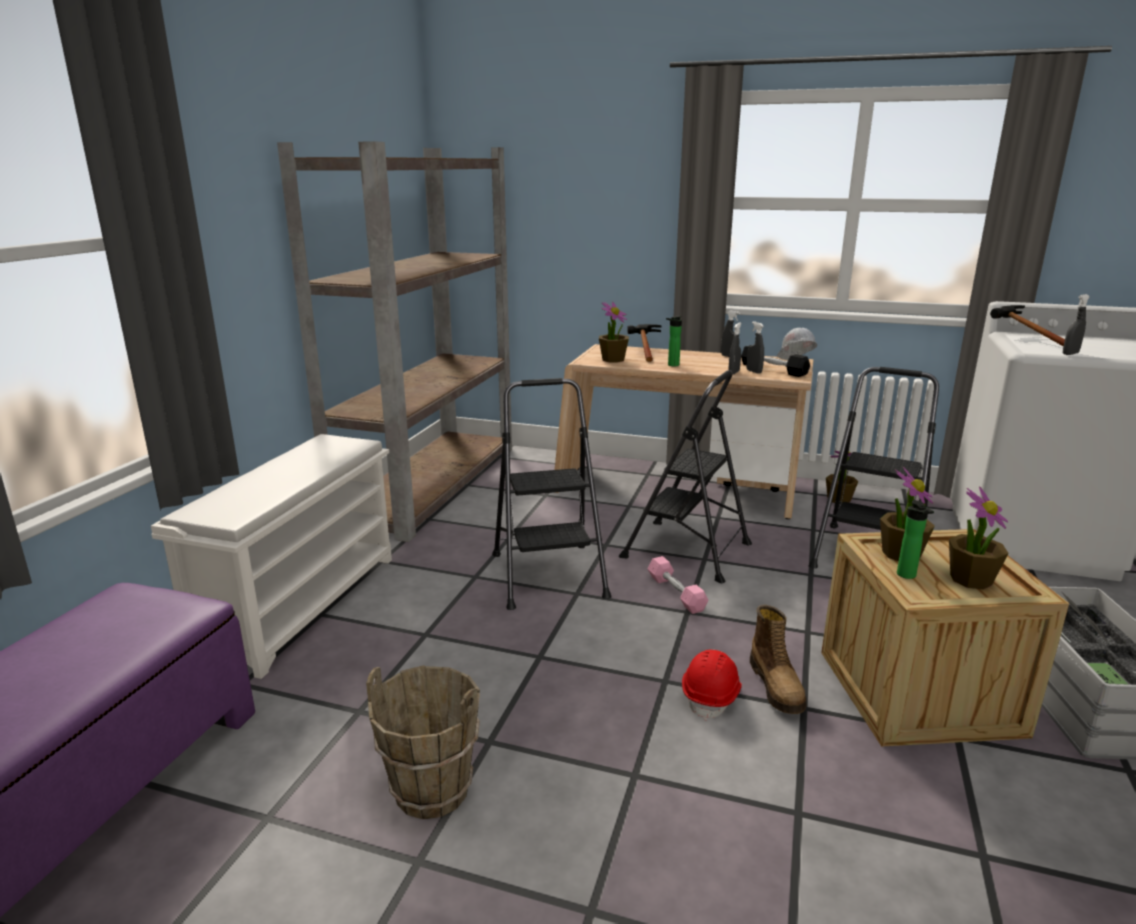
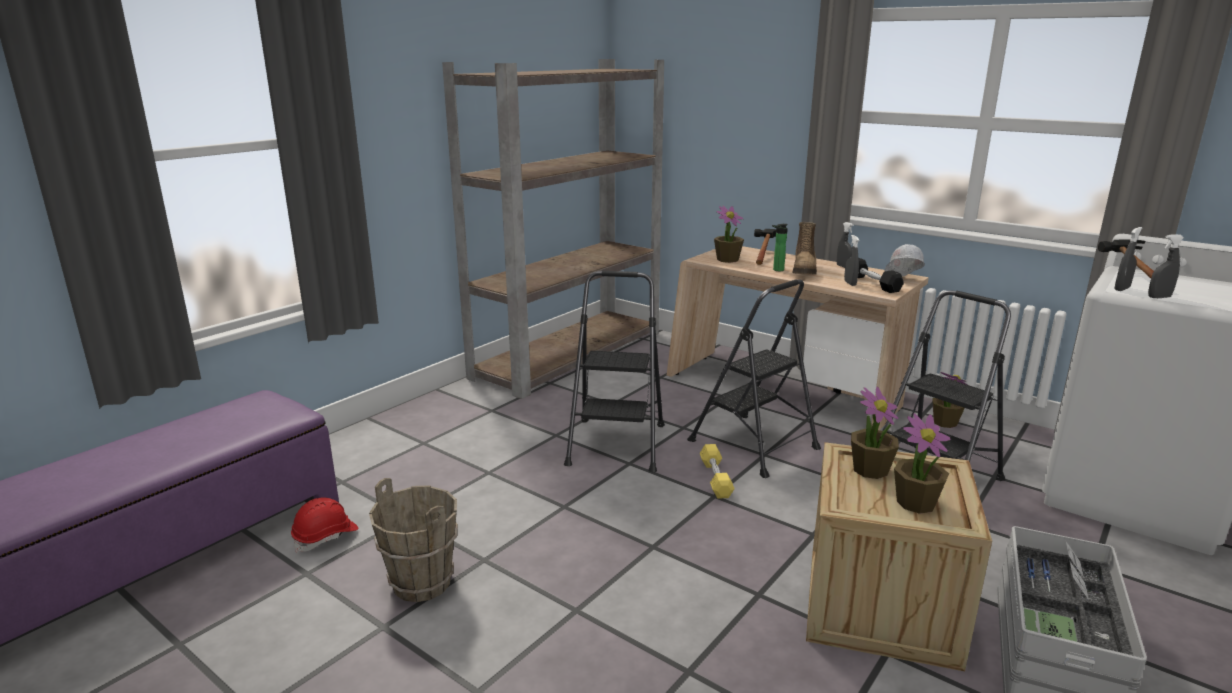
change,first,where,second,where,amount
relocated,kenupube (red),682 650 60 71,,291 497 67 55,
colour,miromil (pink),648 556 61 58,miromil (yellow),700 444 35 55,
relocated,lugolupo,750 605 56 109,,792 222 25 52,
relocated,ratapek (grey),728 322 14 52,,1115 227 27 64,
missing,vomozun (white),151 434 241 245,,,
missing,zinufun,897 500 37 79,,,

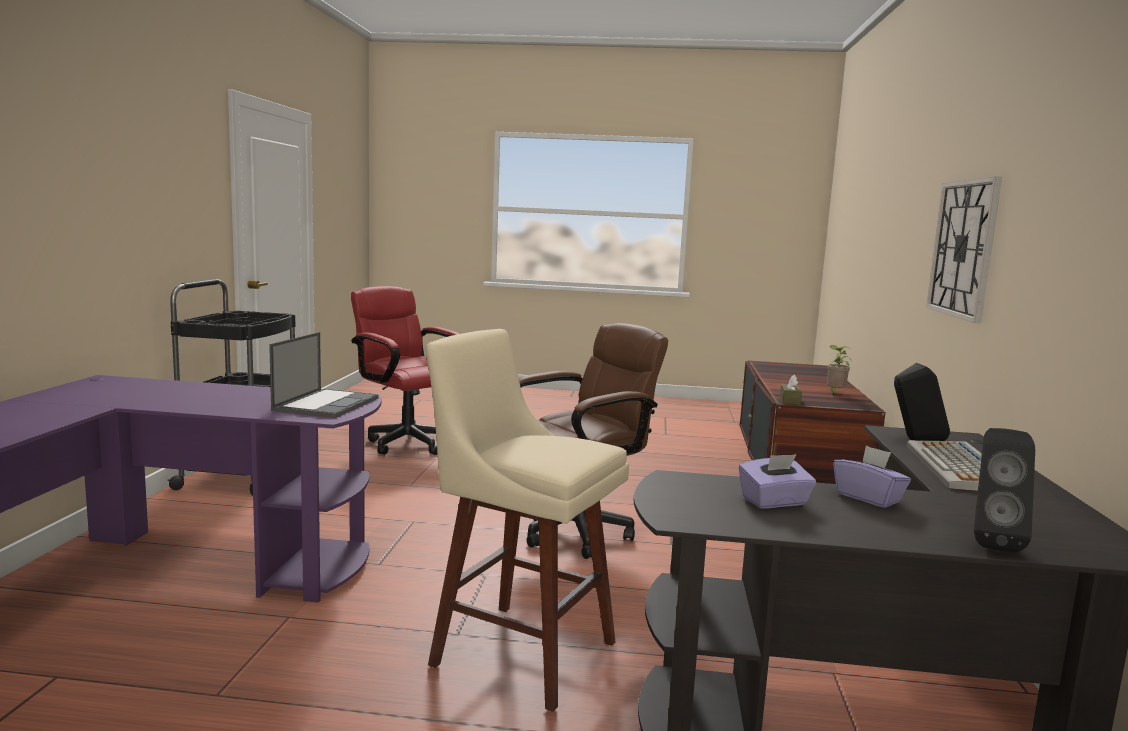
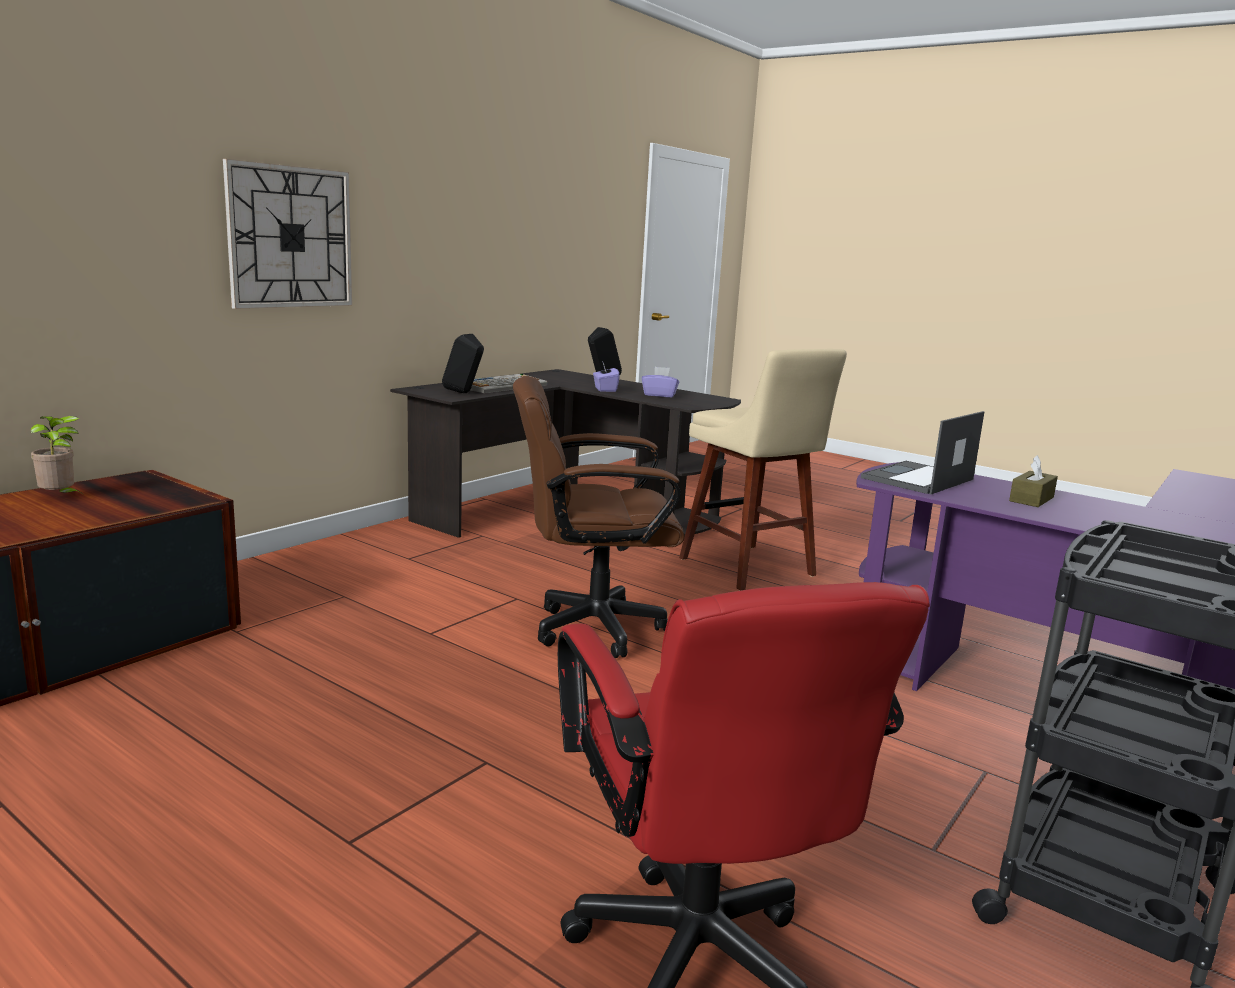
change,first,where,second,where,amount
relocated,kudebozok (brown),780 375 22 30,,1009 455 49 52,

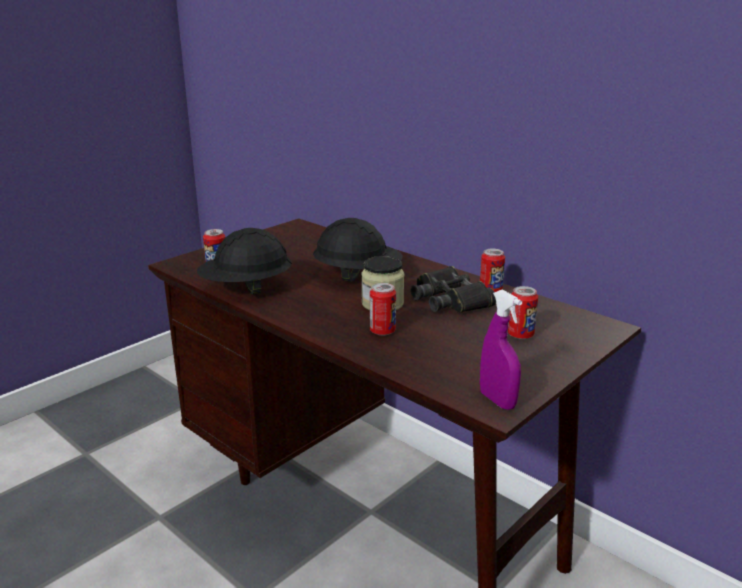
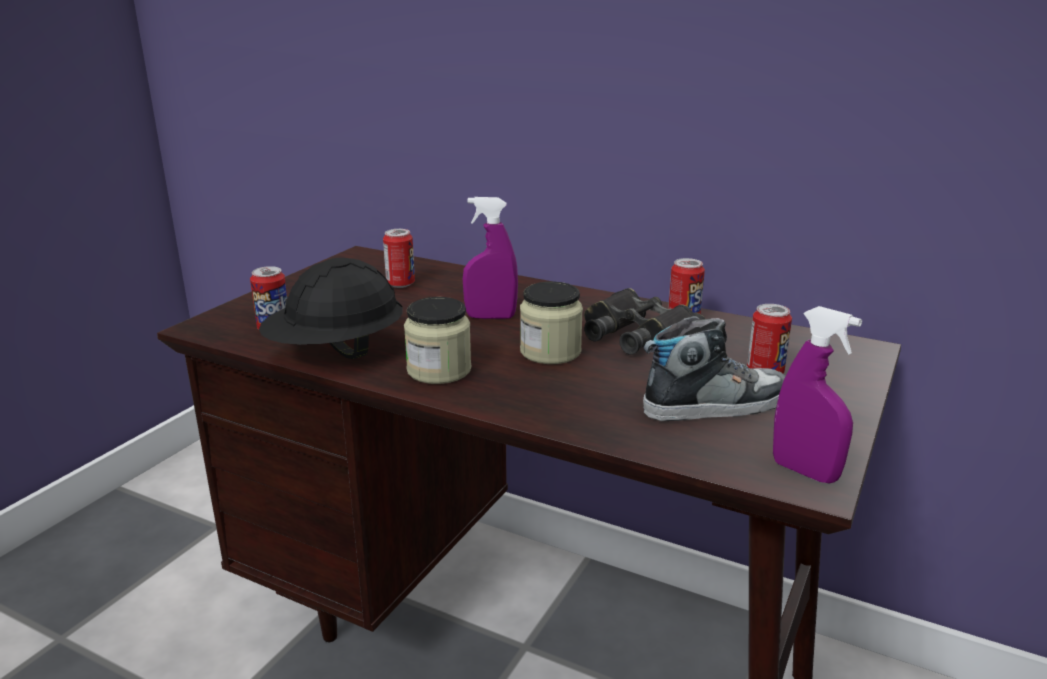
change,first,where,second,where,amount
relocated,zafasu,370 283 26 53,,383 229 32 59,
appeared,,,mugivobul,404 297 67 87,
exchanged,kenupube (black),313 218 90 64,ratapek (purple),463 197 55 122,
appeared,,,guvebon,643 316 142 105,

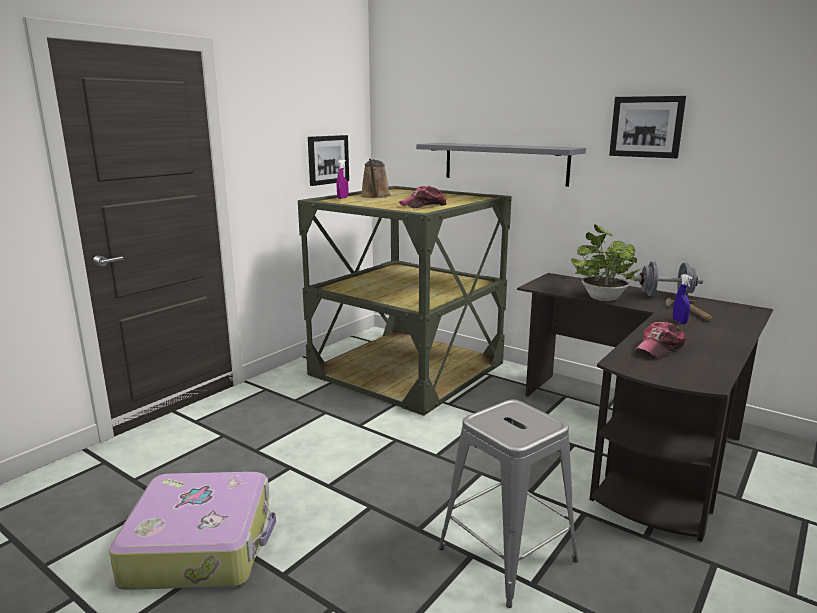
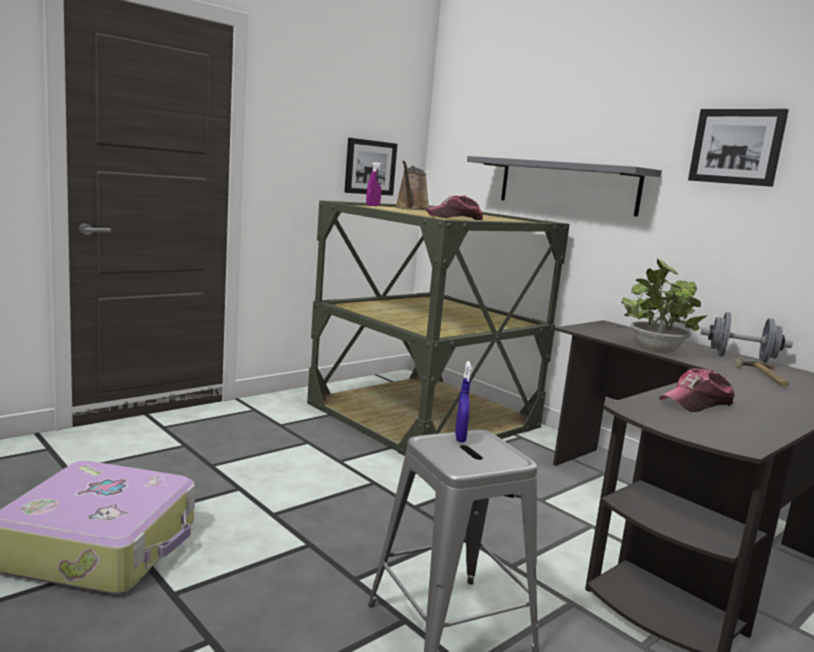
change,first,where,second,where,amount
relocated,ratapek (blue),673 274 19 50,,455 361 17 81,

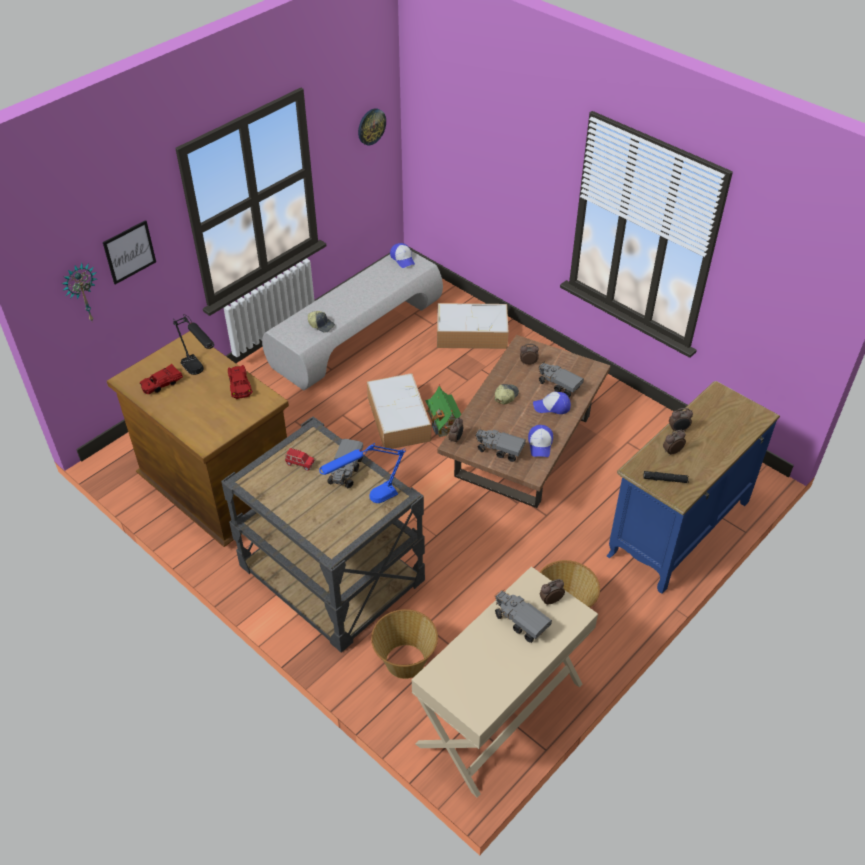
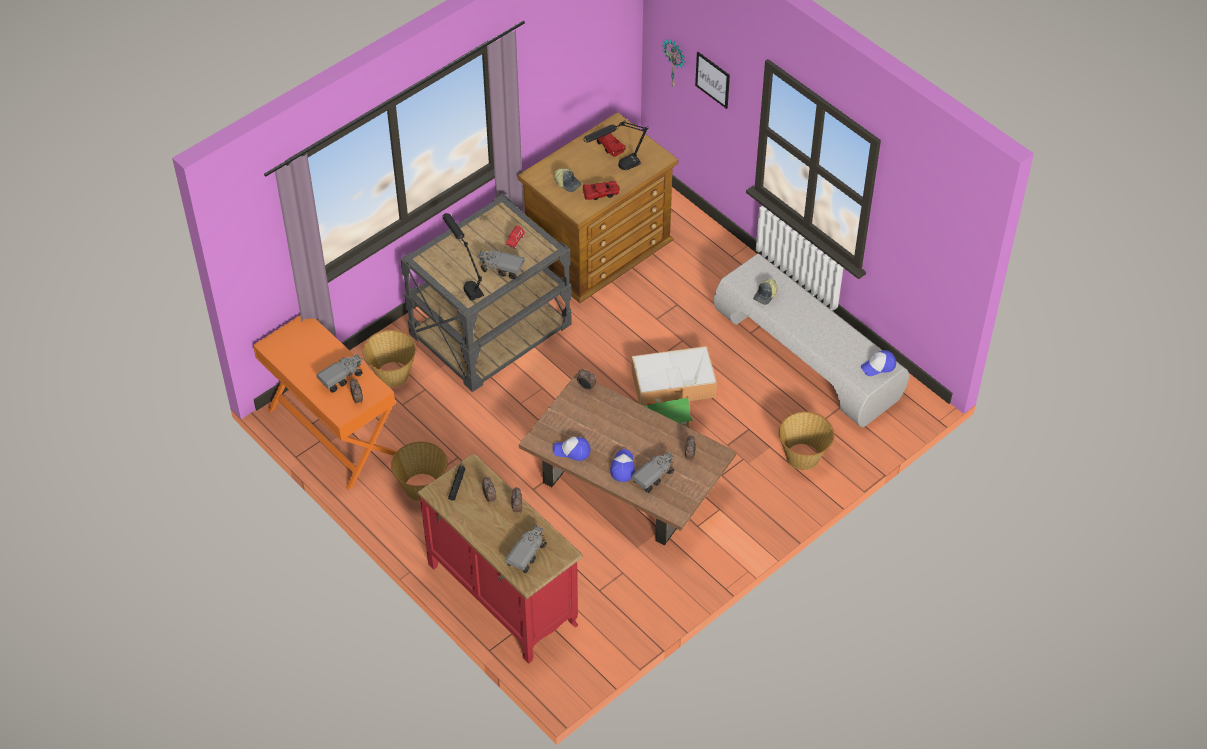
change,first,where,second,where,amount
colour,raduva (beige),412 567 186 231,raduva (orange),253 315 144 175,
colour,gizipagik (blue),607 381 173 213,gizipagik (red),417 454 165 210,
colour,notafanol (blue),319 443 87 60,notafanol (black),442 213 42 88,
relocated,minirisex,475 428 51 34,,505 525 42 48,
relocated,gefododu,495 384 24 21,,554 168 28 24,
exchanged,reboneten,437 303 71 46,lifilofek,779 411 56 59,
missing,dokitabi,358 108 28 37,,,

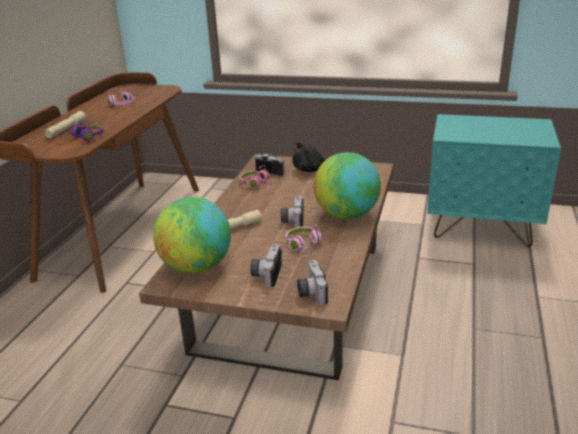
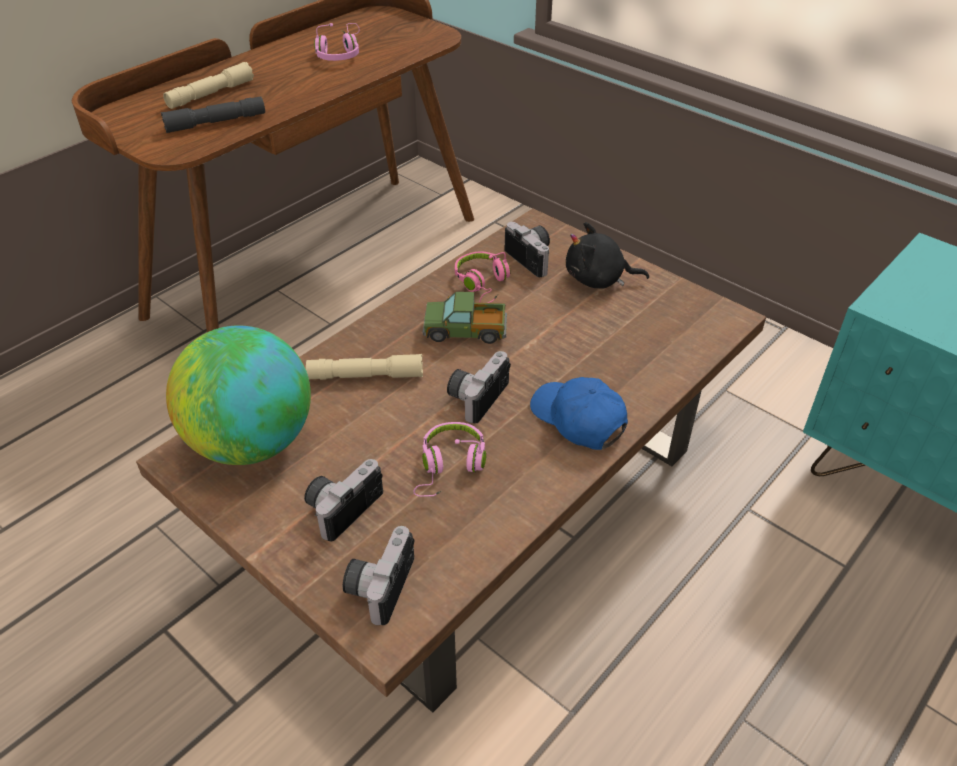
change,first,where,second,where,amount
exchanged,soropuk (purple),55 121 49 20,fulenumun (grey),161 96 104 37,
appeared,,,minirisex,423 292 84 52,
exchanged,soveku,314 152 67 67,gefododu (blue),530 377 98 73,

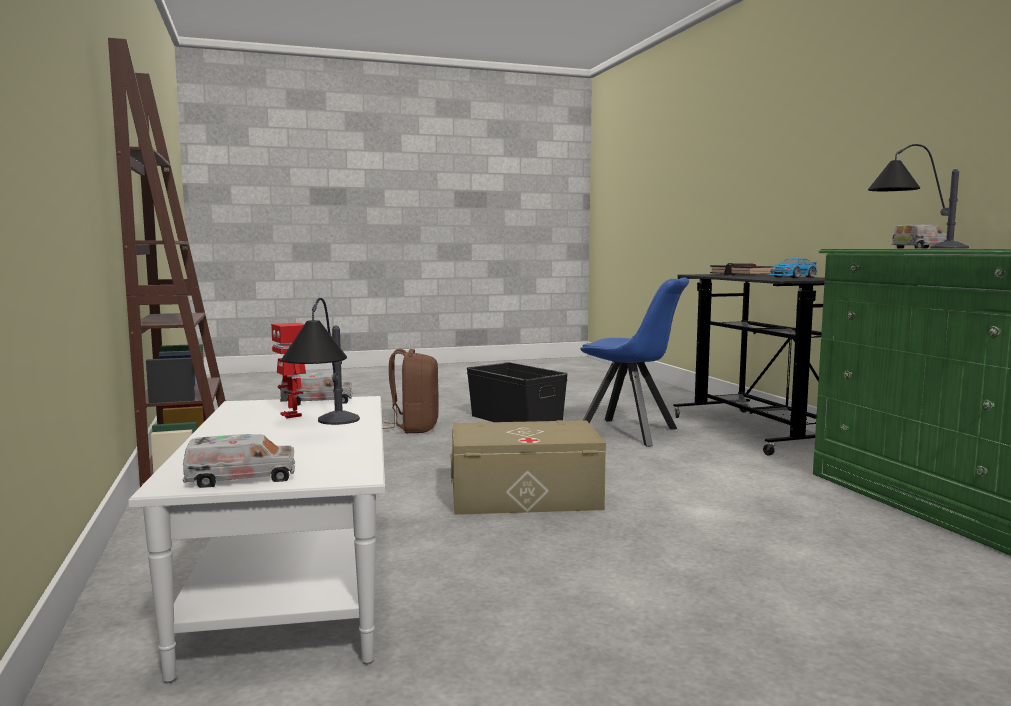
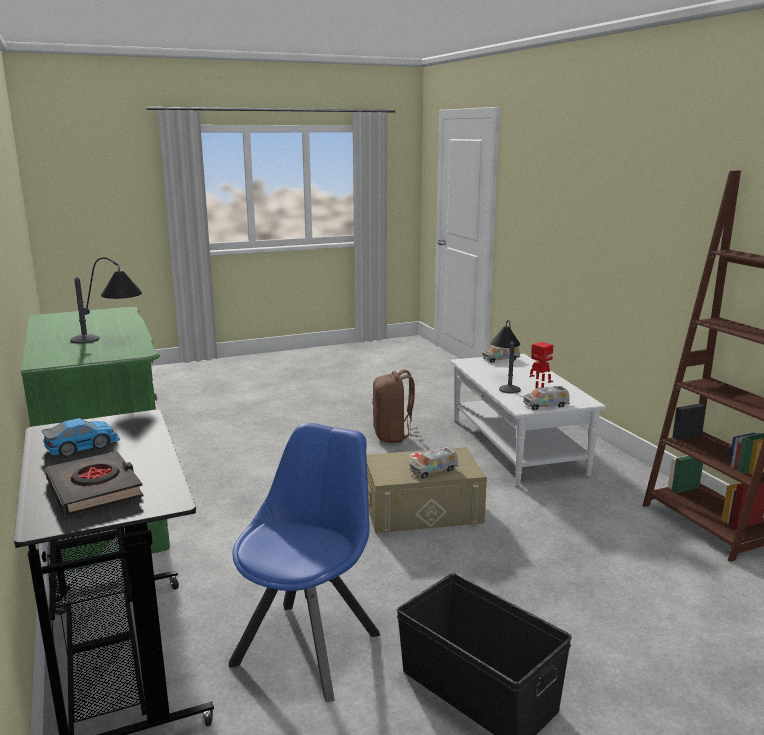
change,first,where,second,where,amount
spun,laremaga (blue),580 277 109 170,,229 423 151 279,90 degrees clockwise
relocated,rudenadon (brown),382 349 57 84,,373 369 49 74,
relocated,minirisex,892 225 55 23,,409 447 49 32,

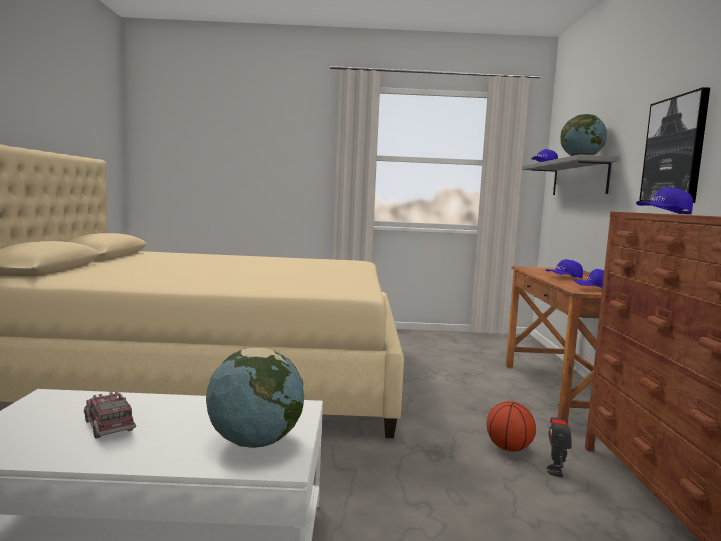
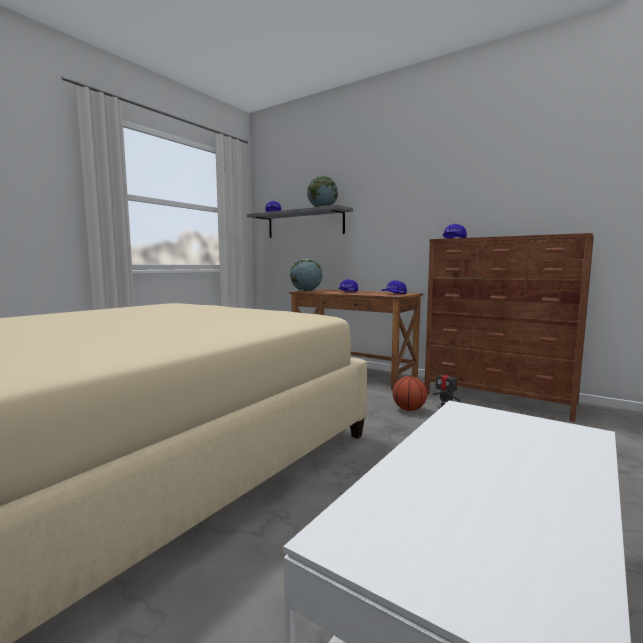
change,first,where,second,where,amount
relocated,soveku,206 347 98 101,,290 259 32 32,
missing,minirisex,84 391 52 48,,,
missing,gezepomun,639 87 71 116,,,

